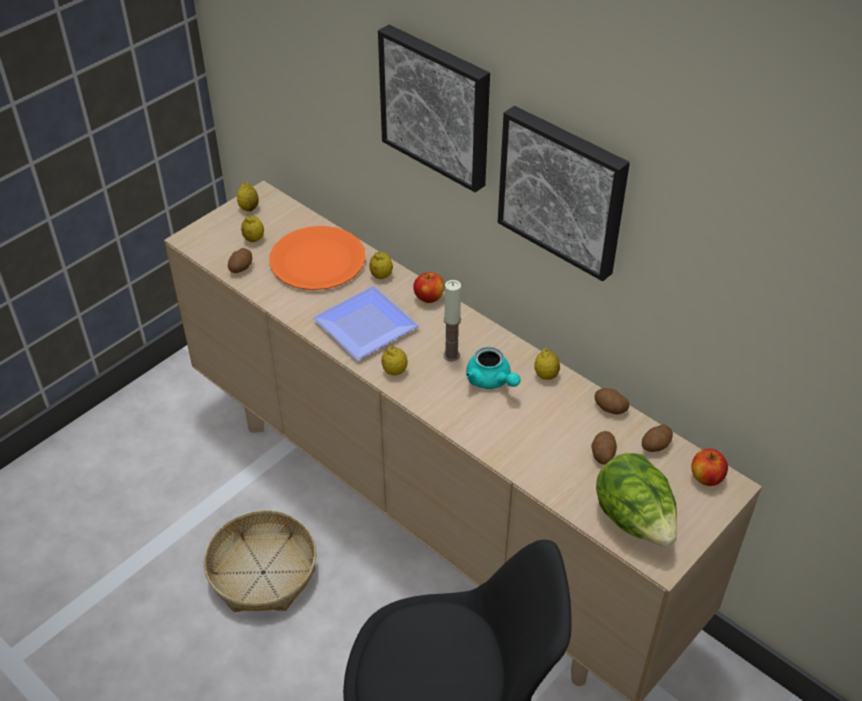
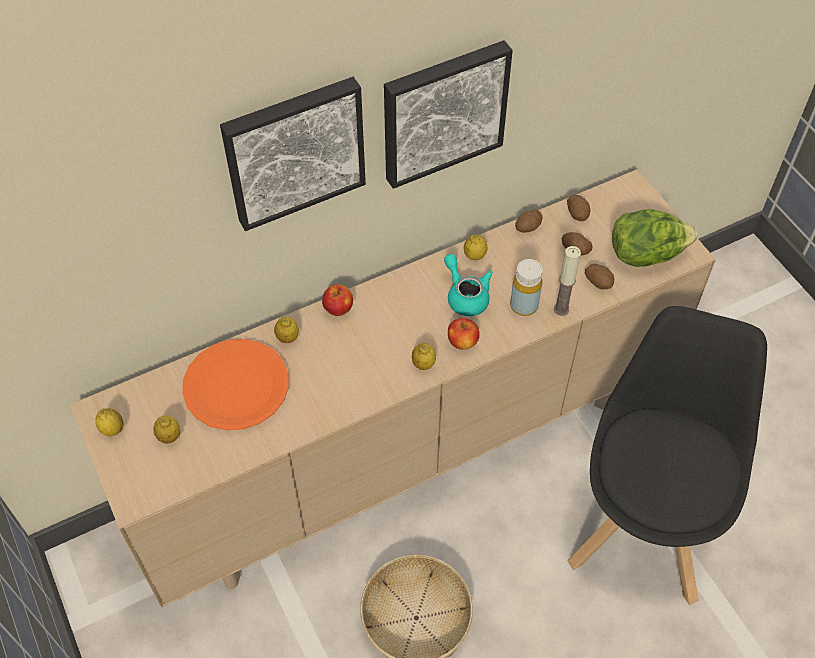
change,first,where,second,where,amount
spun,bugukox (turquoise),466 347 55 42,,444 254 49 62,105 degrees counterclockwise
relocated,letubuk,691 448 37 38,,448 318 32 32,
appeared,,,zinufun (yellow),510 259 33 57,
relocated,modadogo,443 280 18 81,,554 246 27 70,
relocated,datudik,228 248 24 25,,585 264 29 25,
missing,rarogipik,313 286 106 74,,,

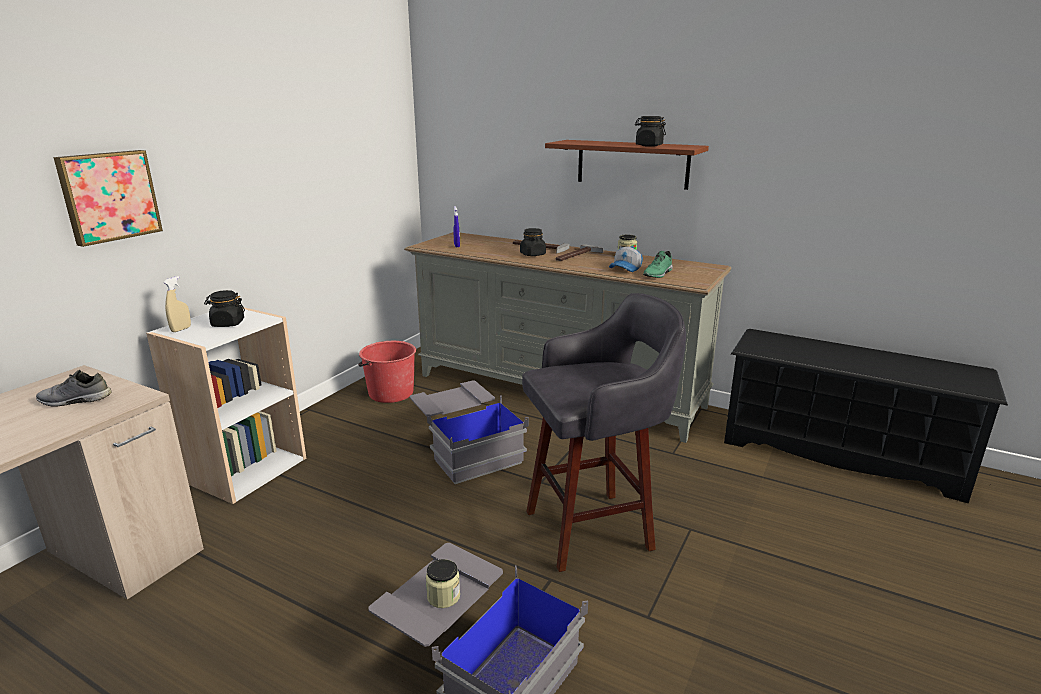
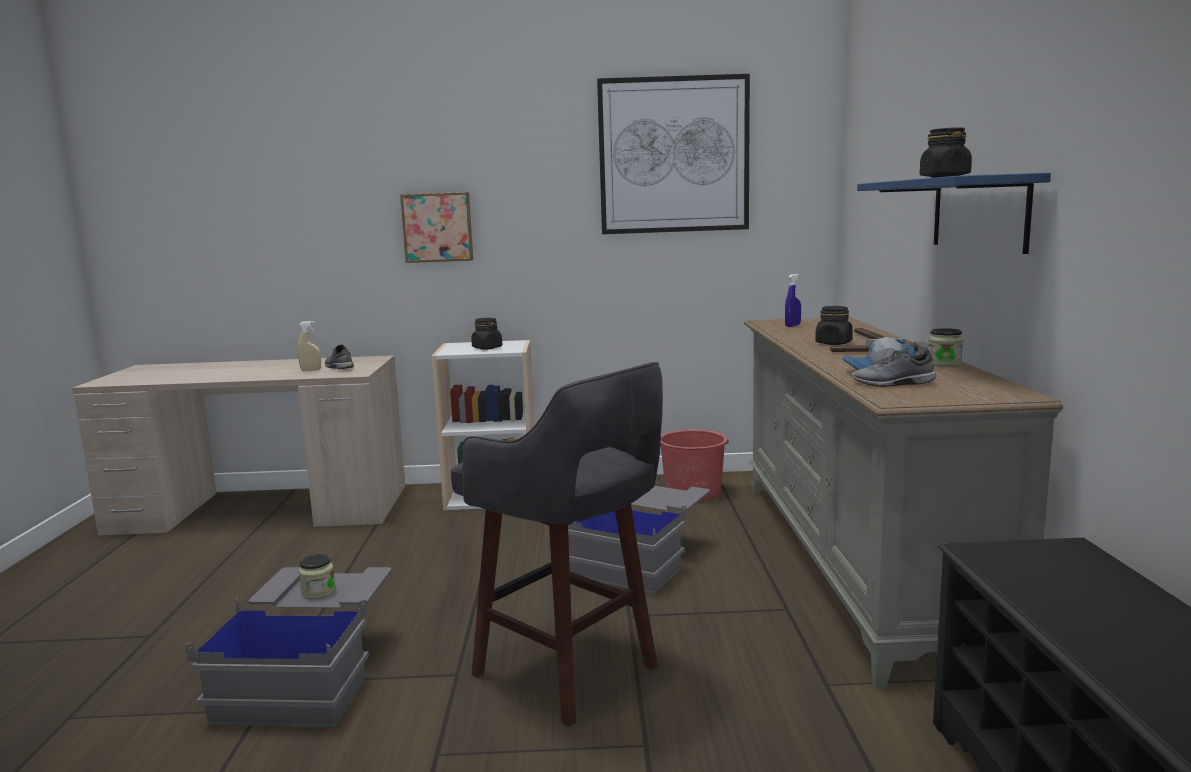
change,first,where,second,where,amount
relocated,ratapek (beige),163 276 28 56,,298 321 23 50,
appeared,,,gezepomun,597 74 153 160,
colour,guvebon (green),643 251 30 27,guvebon (grey),851 346 85 41,
colour,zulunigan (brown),545 140 164 50,zulunigan (blue),857 173 194 81,

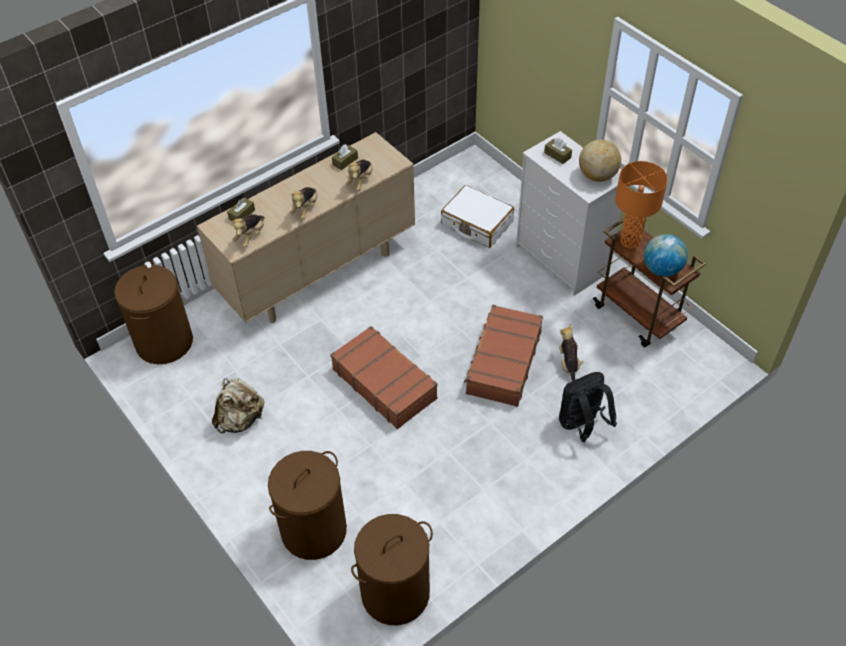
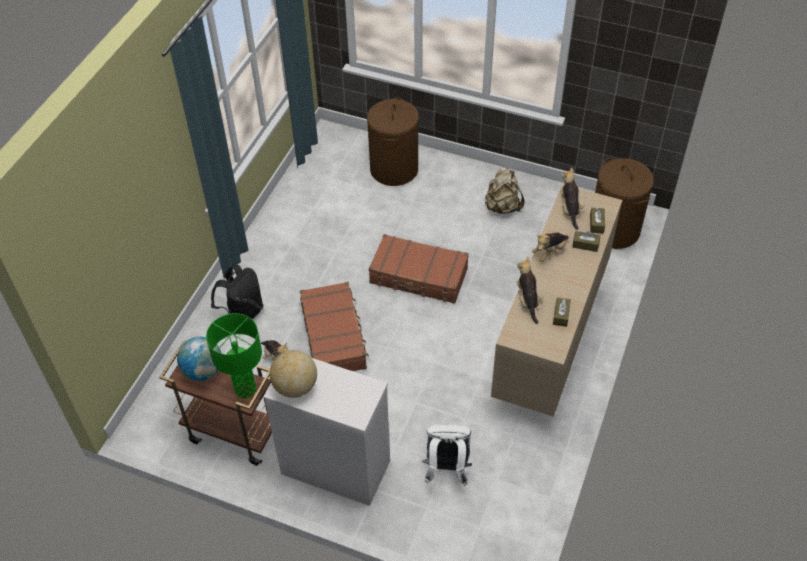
change,first,where,second,where,amount
colour,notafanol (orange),615 161 53 88,notafanol (green),206 313 56 85,
exchanged,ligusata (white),441 185 73 63,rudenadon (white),422 424 50 62,
spun,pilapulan,289 187 29 32,,532 232 37 30,120 degrees counterclockwise
relocated,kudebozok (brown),544 138 28 26,,573 231 27 21,
missing,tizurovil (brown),351 514 82 111,,,

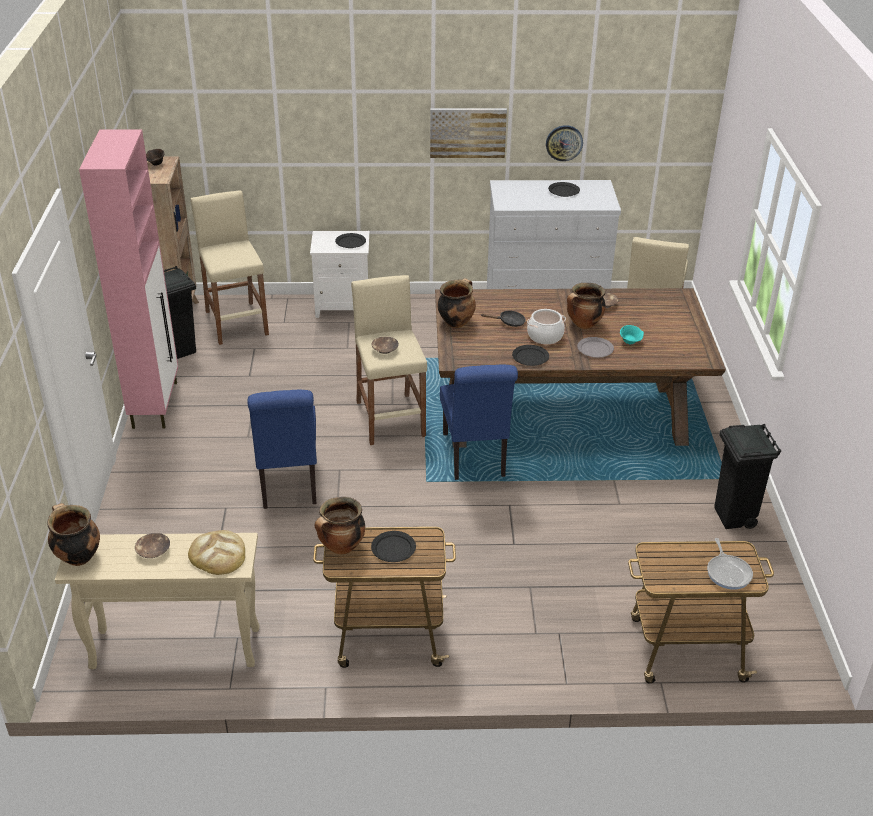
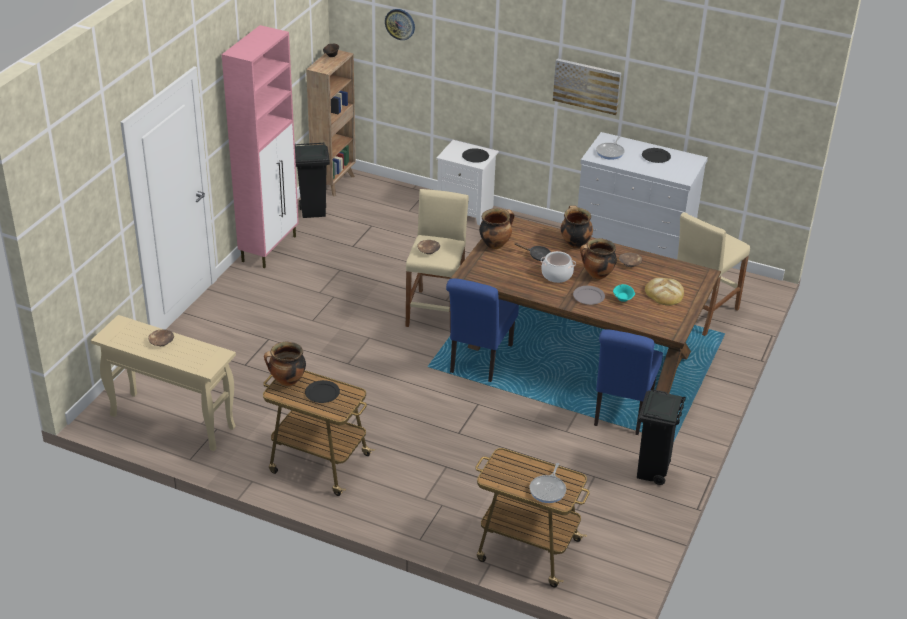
change,first,where,second,where,amount
relocated,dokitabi,546 125 37 36,,385 9 30 31,
relocated,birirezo,47 503 53 63,,561 206 32 42,
relocated,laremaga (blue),247 390 70 119,,594 330 69 105,
appeared,,,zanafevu,596 136 29 24,
relocated,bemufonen,188 530 57 45,,645 278 39 28,
missing,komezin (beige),190 190 79 155,,,
missing,rarogipik (black),512 345 37 21,,,

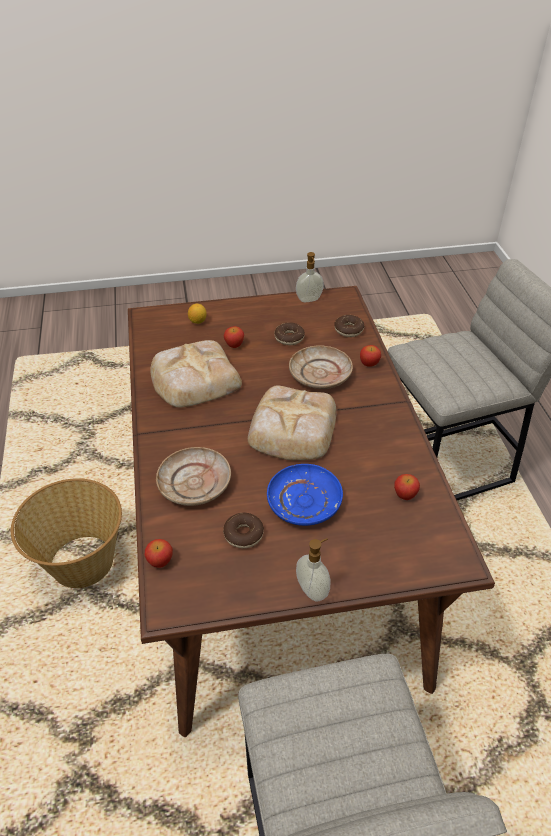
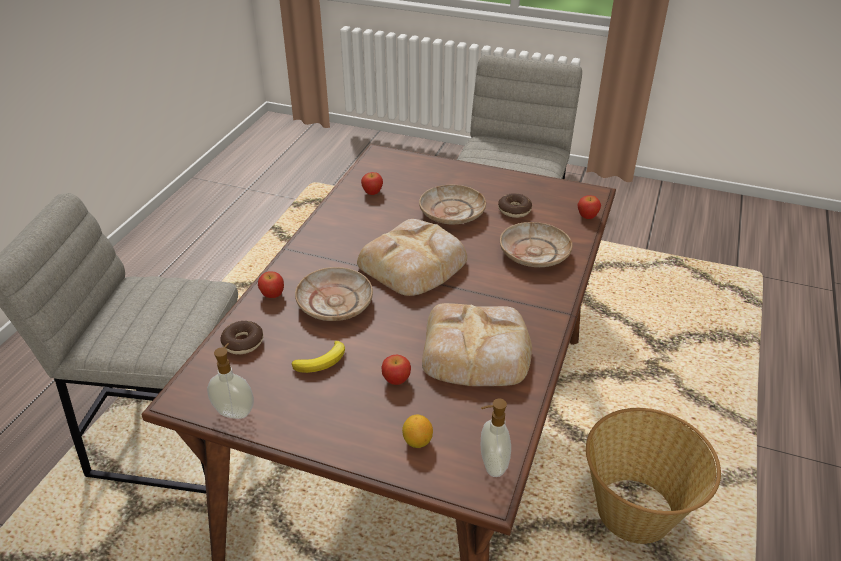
change,first,where,second,where,amount
exchanged,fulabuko,274 322 31 23,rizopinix,292 341 53 32,
colour,rarogipik (blue),267 464 76 62,rarogipik (beige),419 185 67 40,
relocated,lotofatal,296 538 35 64,,481 398 30 79,

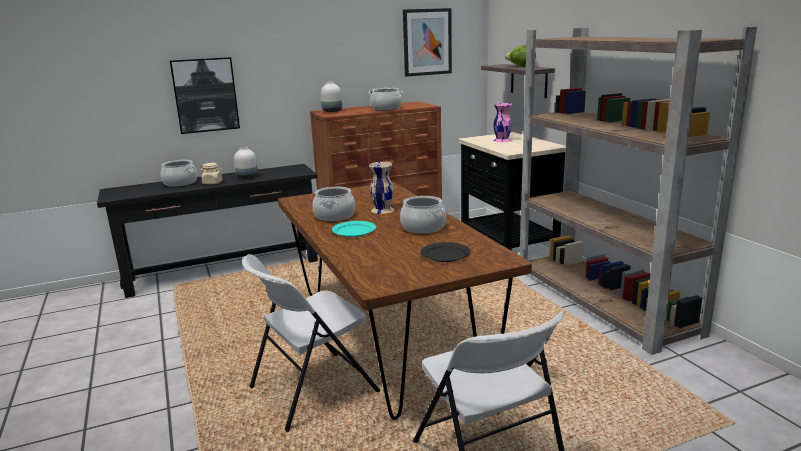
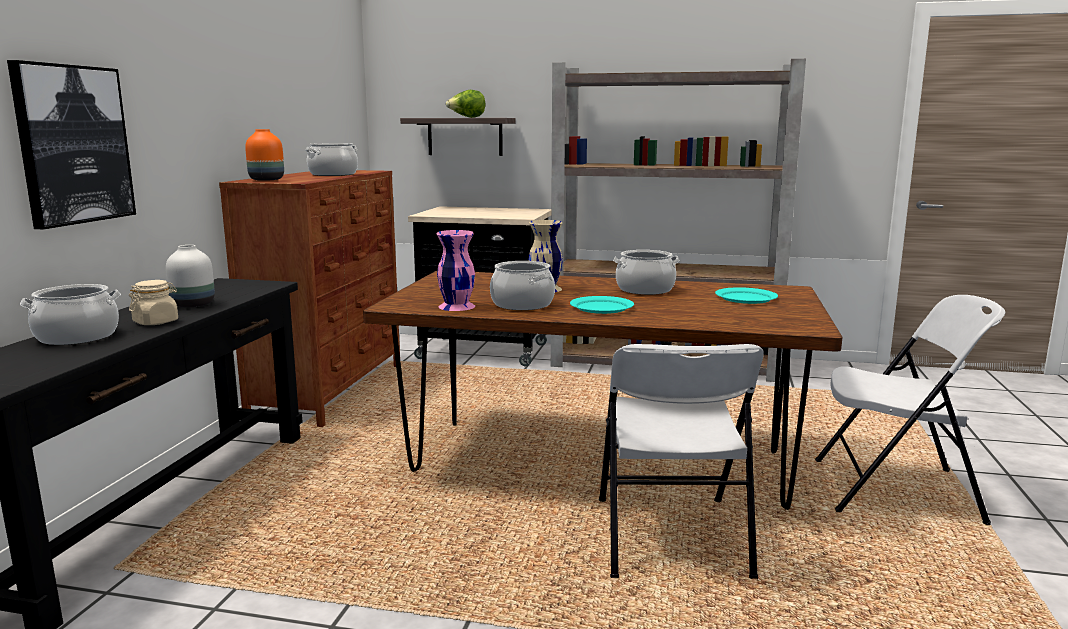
change,first,where,second,where,amount
colour,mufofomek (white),321 82 21 30,mufofomek (orange),245 129 39 52,
relocated,mufofomek (pink),493 103 19 39,,436 230 39 81,
colour,rarogipik (black),421 242 50 20,rarogipik (turquoise),715 287 63 17,
missing,gezepomun,403 8 49 69,,,

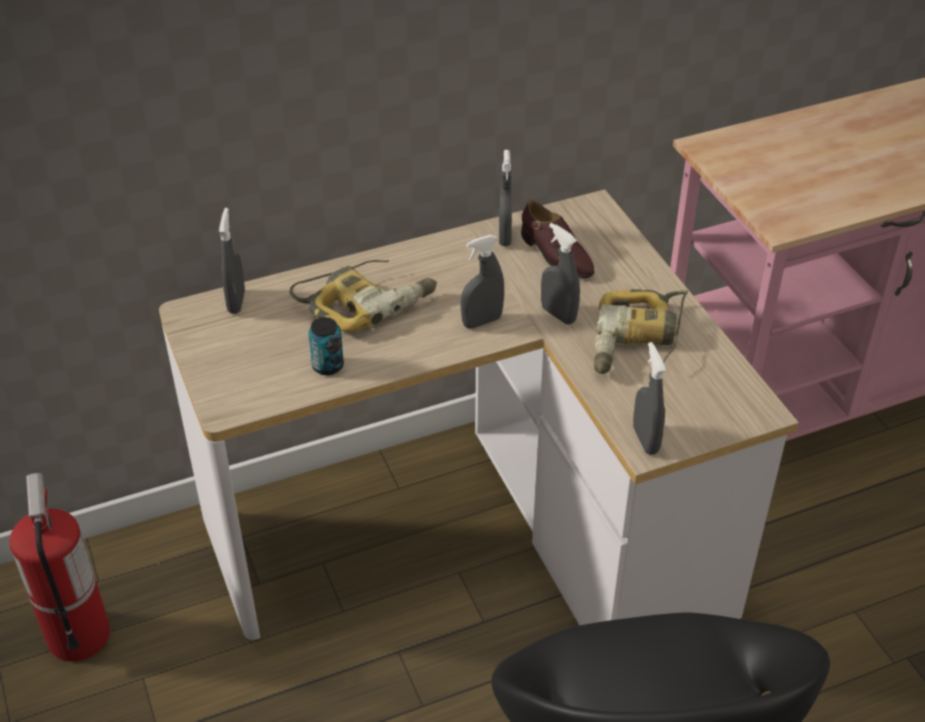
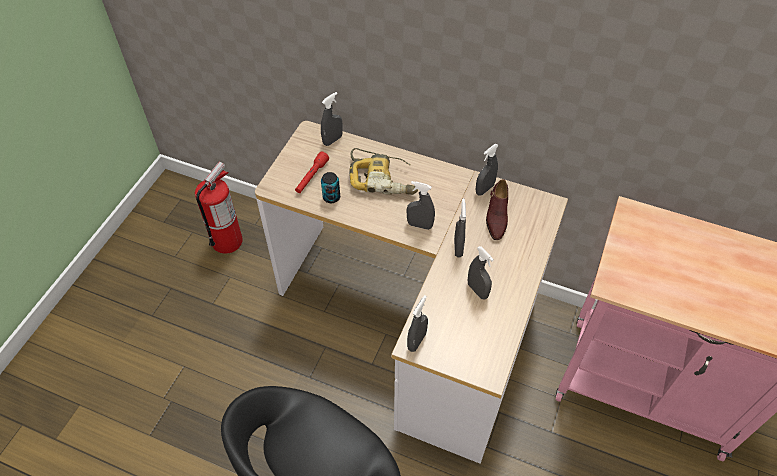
change,first,where,second,where,amount
appeared,,,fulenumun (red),295 151 34 42,
exchanged,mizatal,594 289 94 85,ratapek (grey),468 246 26 54,

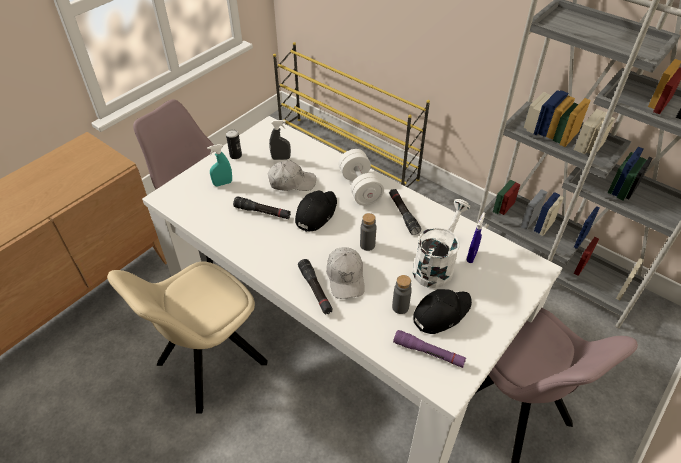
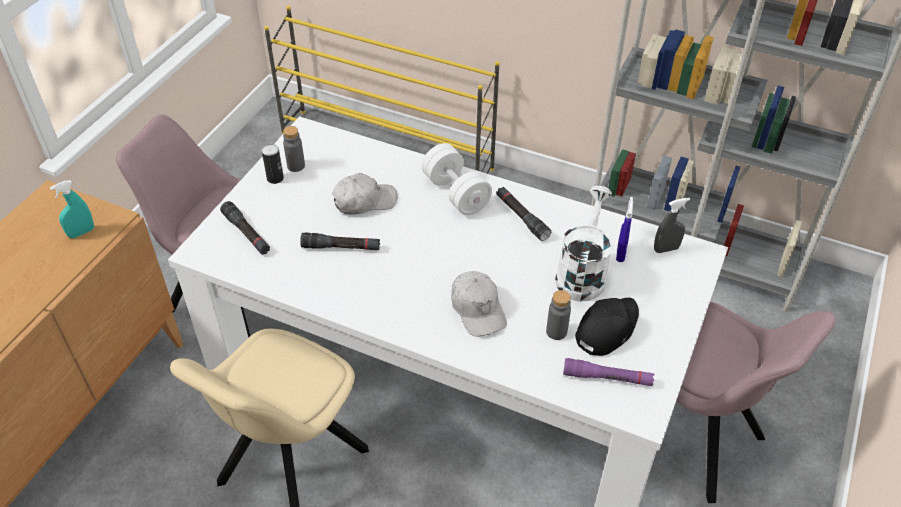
change,first,where,second,where,amount
relocated,ratapek (turquoise),207 144 25 42,,50 180 44 58,
relocated,fulenumun (black),298 259 35 56,,220 201 50 54,
relocated,zinufun (grey),360 213 16 38,,283 126 22 46,
relocated,ratapek (grey),269 120 22 40,,654 198 36 55,
missing,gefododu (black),295 190 42 42,,,

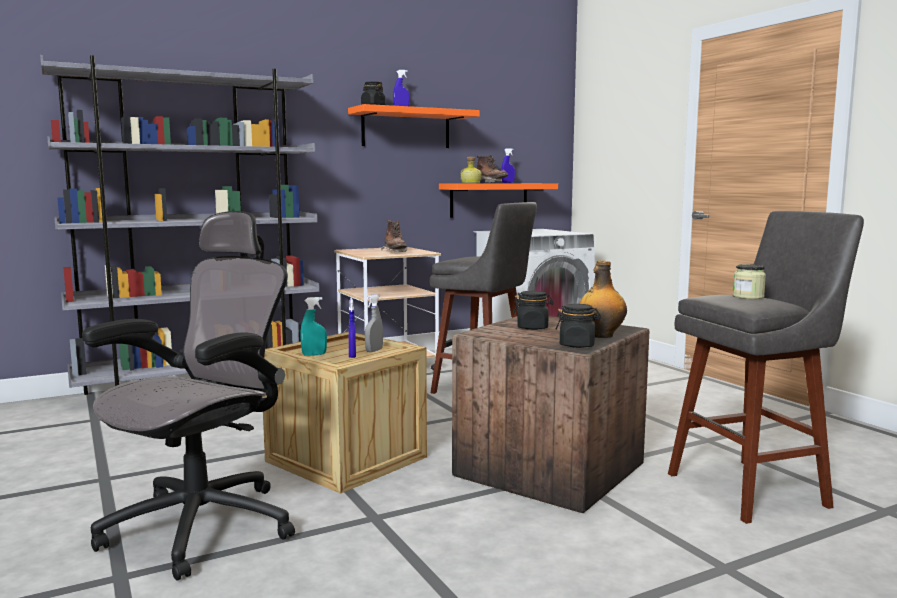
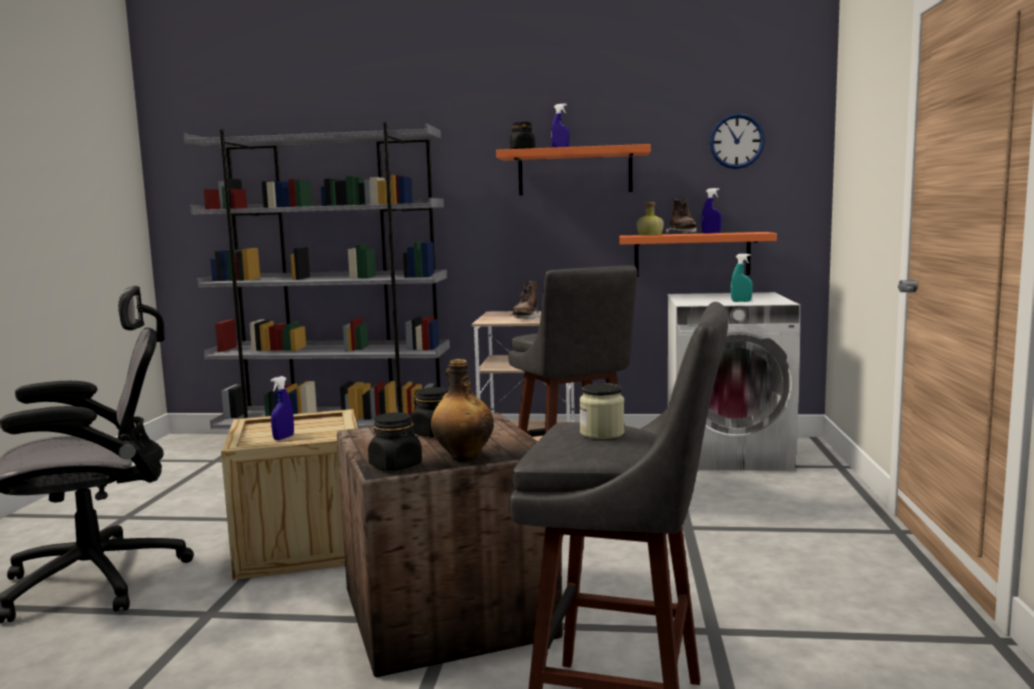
change,first,where,second,where,amount
appeared,,,dokitabi,709 113 56 56,
relocated,ratapek (turquoise),300 297 27 59,,731 254 22 48,
missing,ratapek (grey),365 294 18 58,,,

